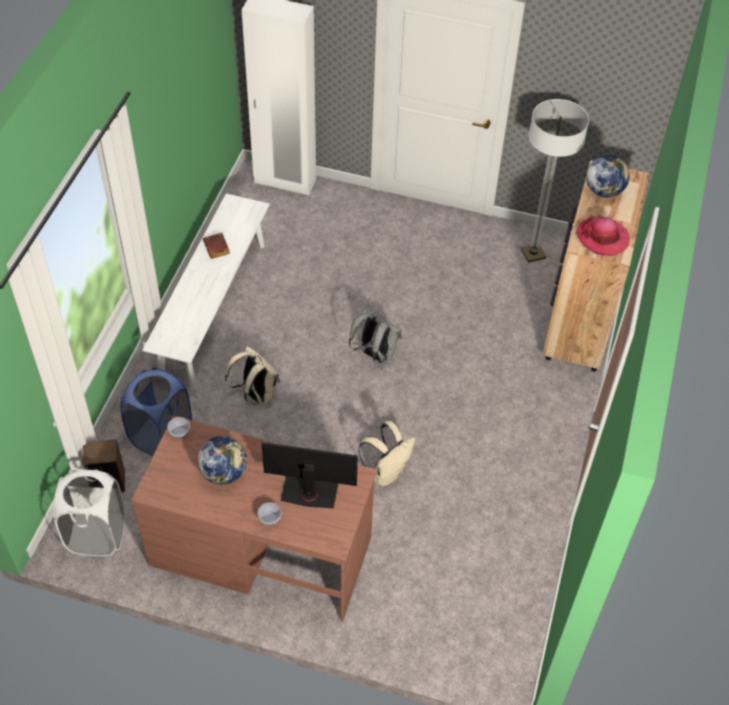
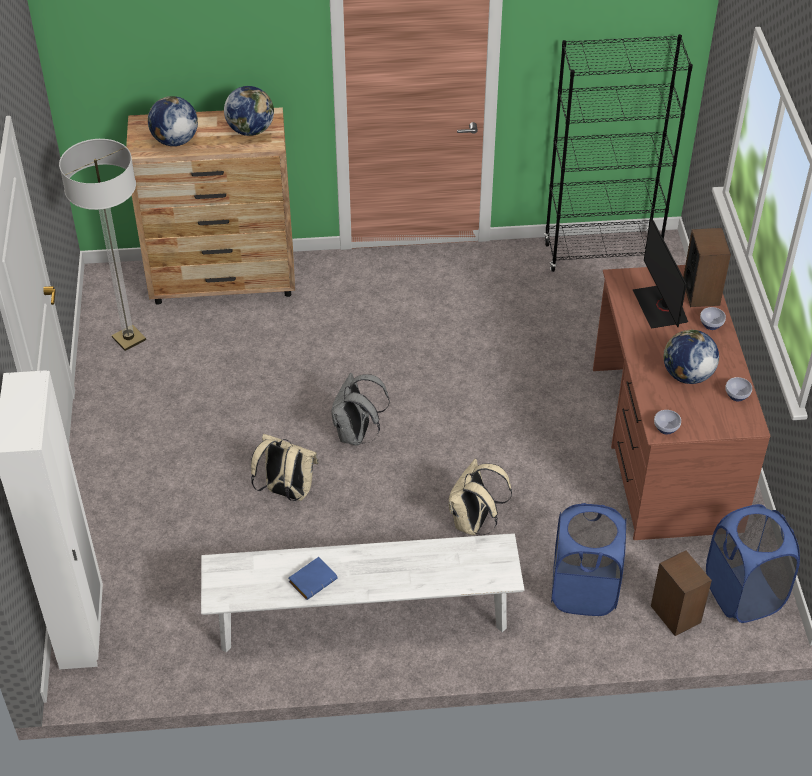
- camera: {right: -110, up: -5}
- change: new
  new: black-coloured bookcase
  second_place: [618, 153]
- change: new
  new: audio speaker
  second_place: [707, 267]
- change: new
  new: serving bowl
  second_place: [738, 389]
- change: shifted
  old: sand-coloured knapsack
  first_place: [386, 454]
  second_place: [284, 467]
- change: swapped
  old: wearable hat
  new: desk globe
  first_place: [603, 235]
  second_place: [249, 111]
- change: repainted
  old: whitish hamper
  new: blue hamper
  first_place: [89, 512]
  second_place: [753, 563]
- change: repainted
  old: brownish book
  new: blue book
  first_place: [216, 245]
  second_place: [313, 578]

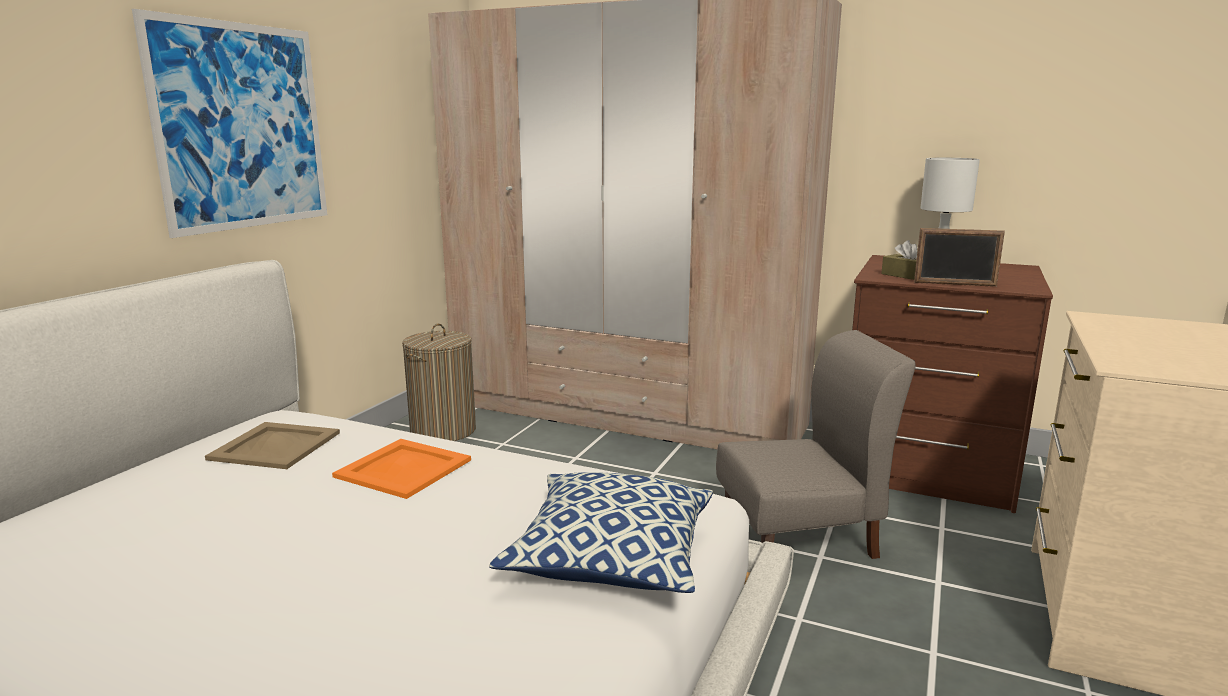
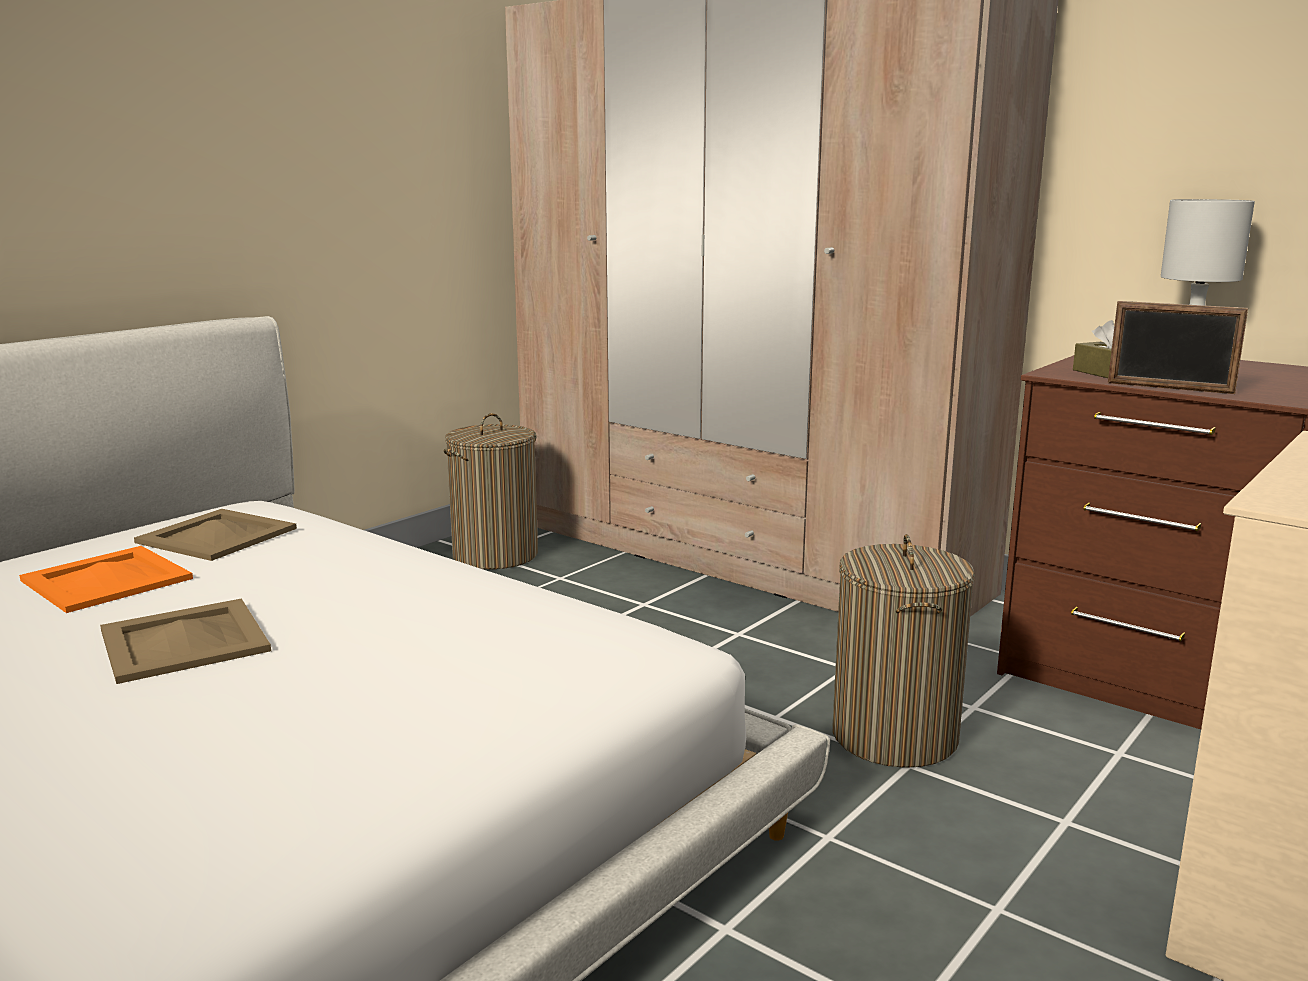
- camera: {right: 15, up: 0}
- change: gone
  old: picture
  first_place: [229, 123]
- change: gone
  old: pillow
  first_place: [601, 532]
- change: new
  new: sand-coloured serving tray
  second_place: [185, 641]
- change: shifted
  old: orange serving tray
  first_place: [401, 469]
  second_place: [106, 579]
- change: swapped
  old: gray plain chair
  new: hamper
  first_place: [816, 444]
  second_place: [903, 651]

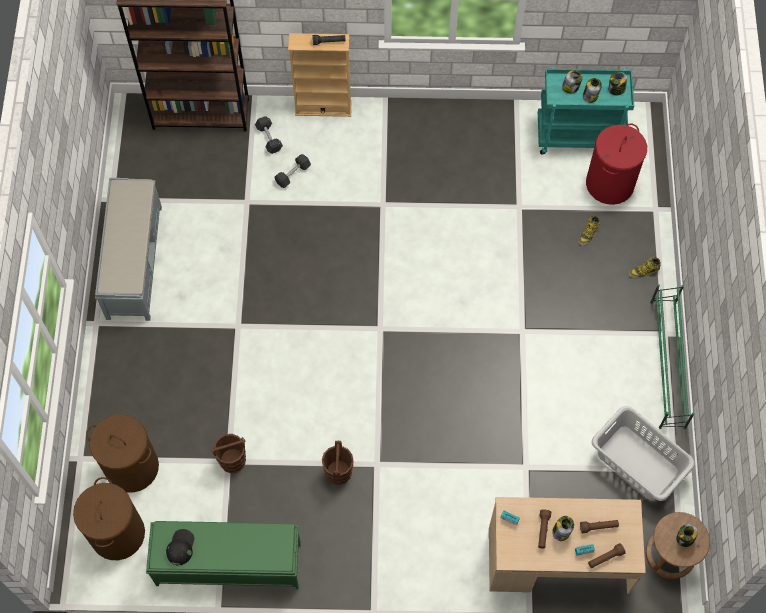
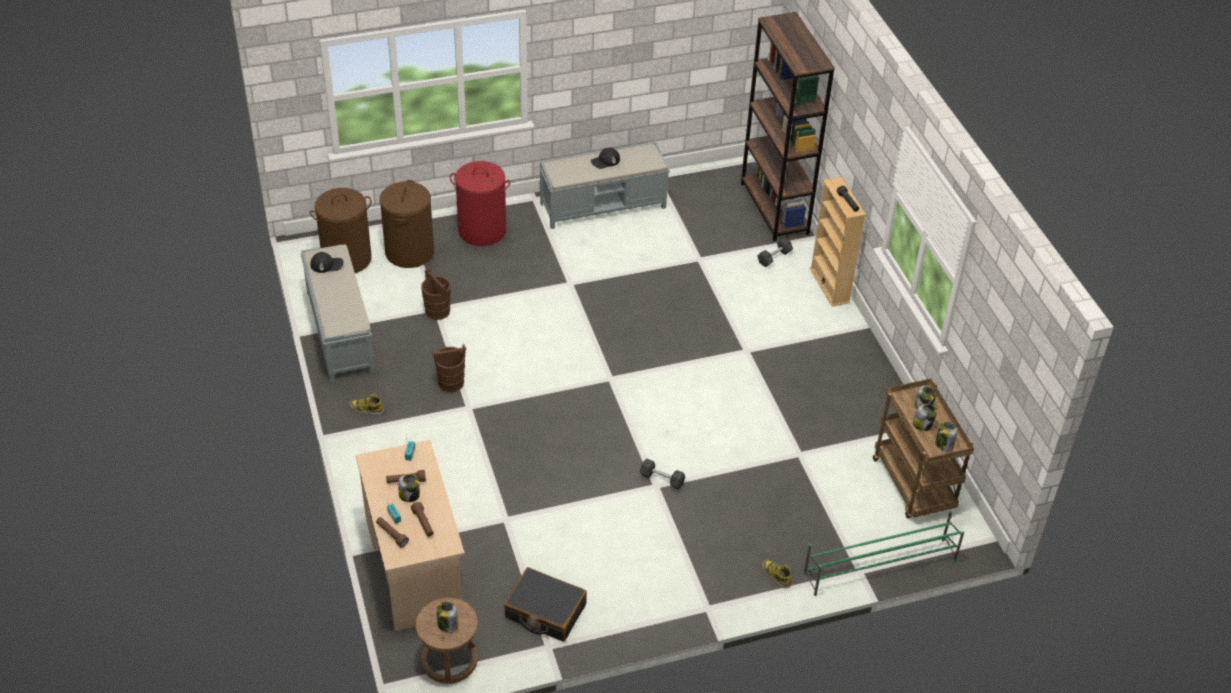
- camera: {right: 70, up: -20}
- change: new
  new: black-coloured peaked cap
  second_place: [605, 158]
- change: shifted
  old: black-coloured dumbbell
  first_place: [292, 171]
  second_place: [662, 474]
- change: shifted
  old: tall boot
  first_place: [589, 231]
  second_place: [366, 404]
- change: shifted
  old: reddish hamper
  first_place: [616, 164]
  second_place: [480, 203]
- change: shifted
  old: green-coloured shoe shelf
  first_place: [672, 356]
  second_place: [883, 553]
- change: swapped
  old: gray hamper
  new: black-coloured travel case
  first_place: [643, 453]
  second_place: [545, 604]
- change: repainted
  old: green-coloured indoor bench
  new: gray indoor bench
  first_place: [223, 555]
  second_place: [337, 313]
- change: repainted
  old: turquoise-coloured cart
  new: brownish cart
  first_place: [586, 110]
  second_place: [923, 448]

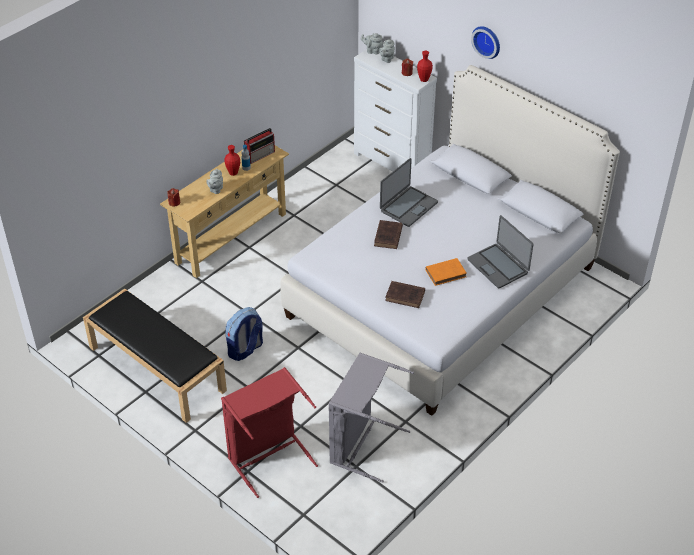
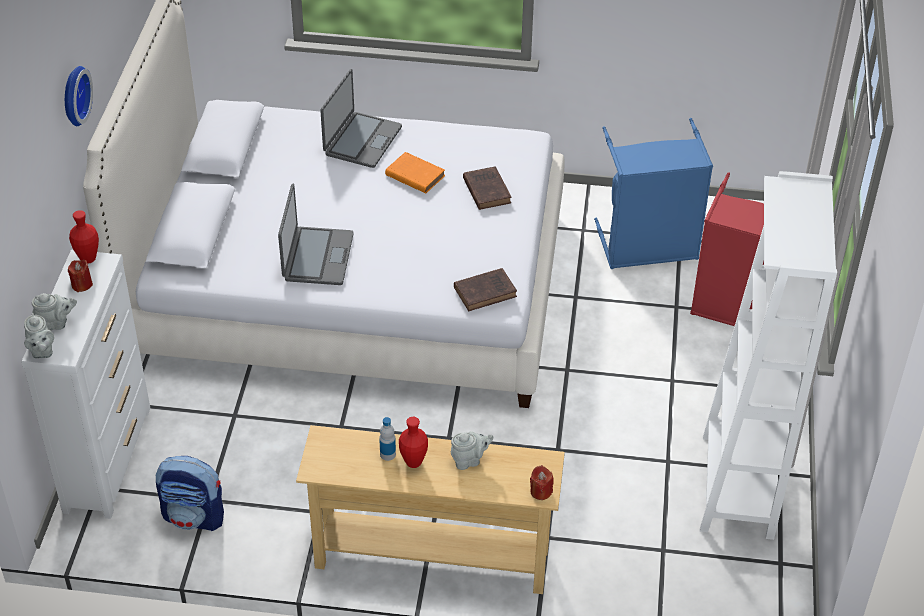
- camera: {right: -125, up: 0}
- change: gone
  old: radio set
  first_place: [259, 146]
- change: shifted
  old: knapsack
  first_place: [244, 334]
  second_place: [190, 493]
- change: shifted
  old: brownish book
  first_place: [388, 234]
  second_place: [485, 289]
- change: swapped
  old: black-coloured indoor bench
  new: whitish bookcase
  first_place: [155, 355]
  second_place: [768, 355]
- change: repainted
  old: gray hamper
  new: blue hamper
  first_place: [371, 417]
  second_place: [653, 193]
- change: rotated
  old: laptop
  first_place: [409, 192]
  second_place: [316, 234]
  degrees: 90

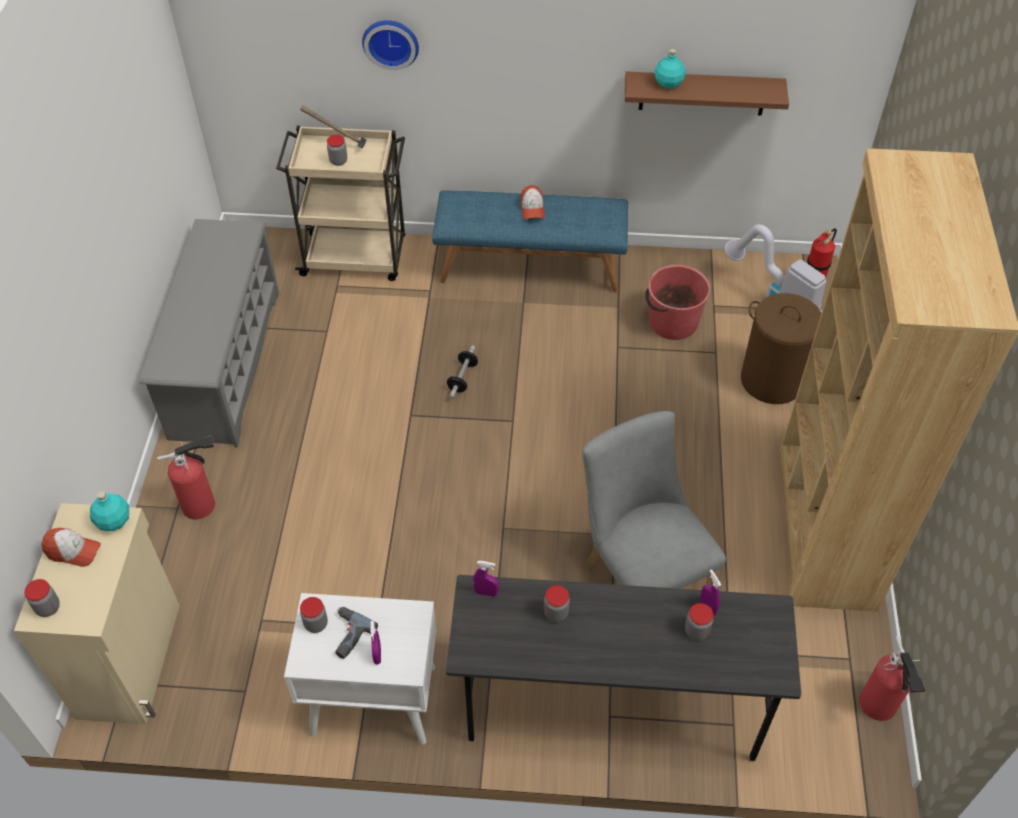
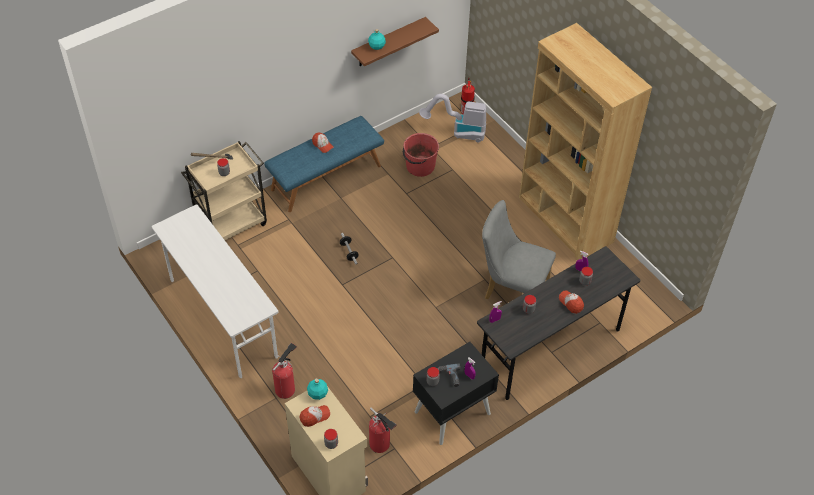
- camera: {right: -40, up: 0}
- change: gone
  old: wall clock
  first_place: [390, 45]
- change: gone
  old: brownish hamper
  first_place: [781, 348]
- change: new
  new: peaked cap
  second_place: [571, 302]
- change: shifted
  old: fire-fighting cylinder
  first_place: [892, 678]
  second_place: [383, 430]
- change: swapped
  old: gray shoe shelf
  new: whitish desk table
  first_place: [209, 333]
  second_place: [215, 291]
- change: repainted
  old: whitish nightstand
  new: black-coloured nightstand
  first_place: [360, 669]
  second_place: [456, 393]

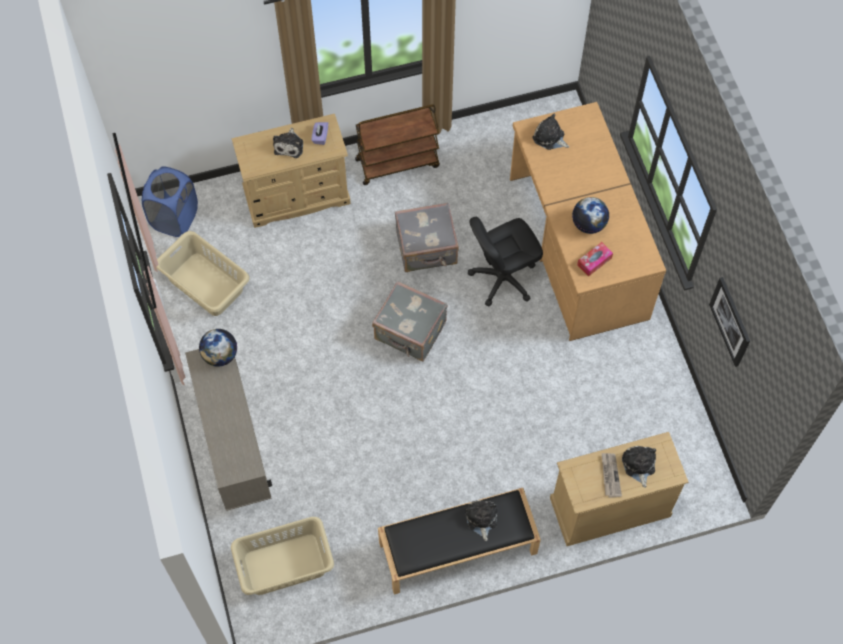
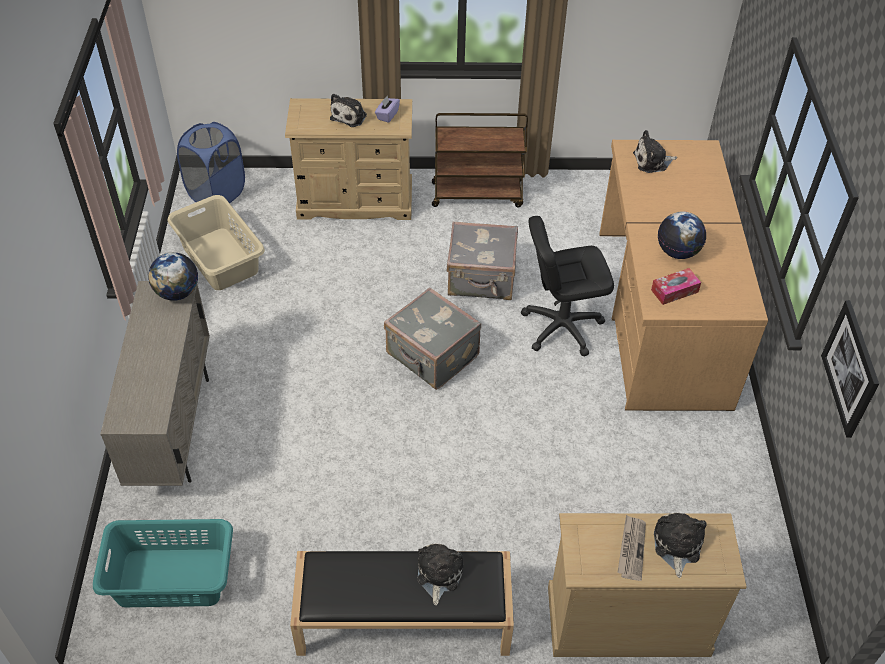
- camera: {right: 15, up: -15}
- change: repainted
  old: sand-coloured hamper
  new: turquoise-coloured hamper
  first_place: [282, 556]
  second_place: [163, 563]
- change: rotated
  old: cuddly toy
  first_place: [551, 132]
  second_place: [655, 151]
  degrees: -60

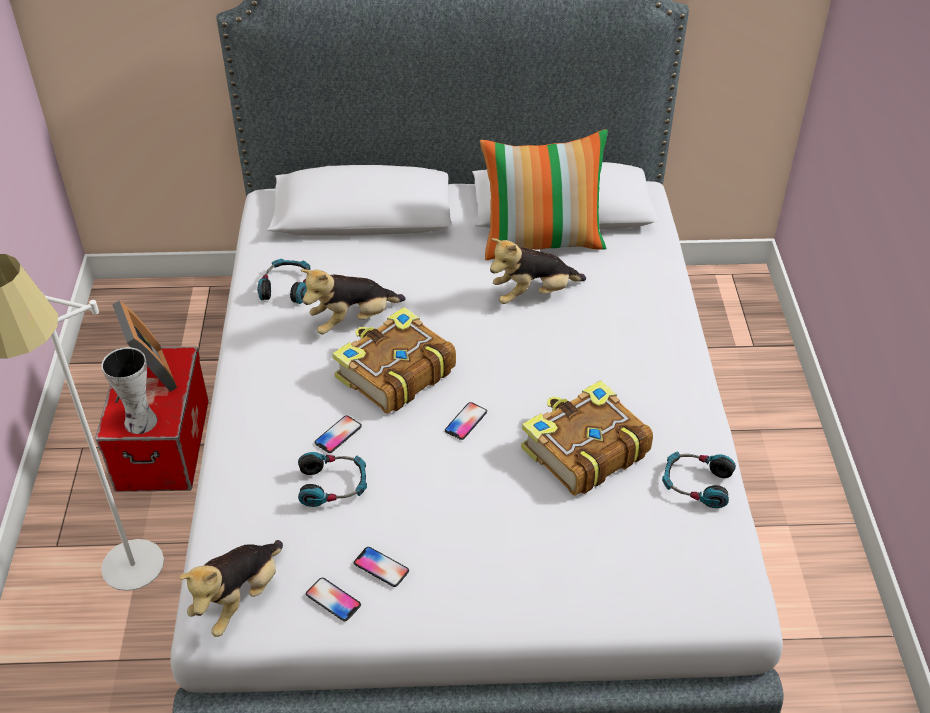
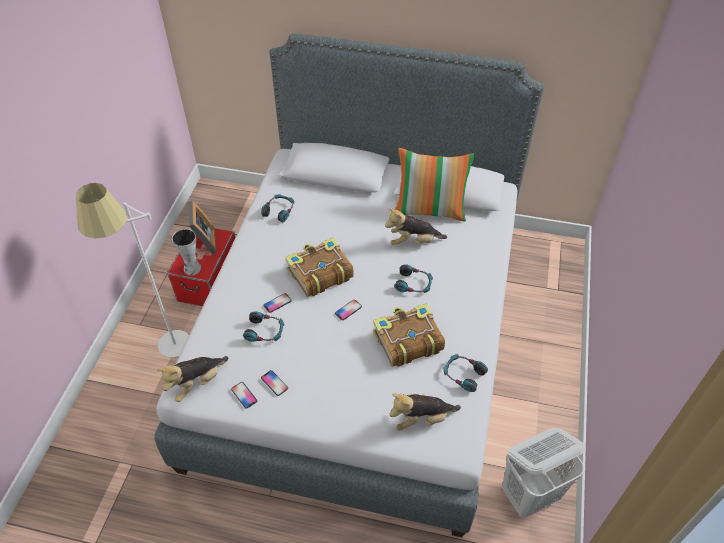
- camera: {right: 15, up: 5}
- change: new
  new: headset
  second_place: [413, 278]
- change: new
  new: whitish hamper
  second_place: [543, 473]
- change: shifted
  old: cuddly toy
  first_place: [353, 301]
  second_place: [425, 412]

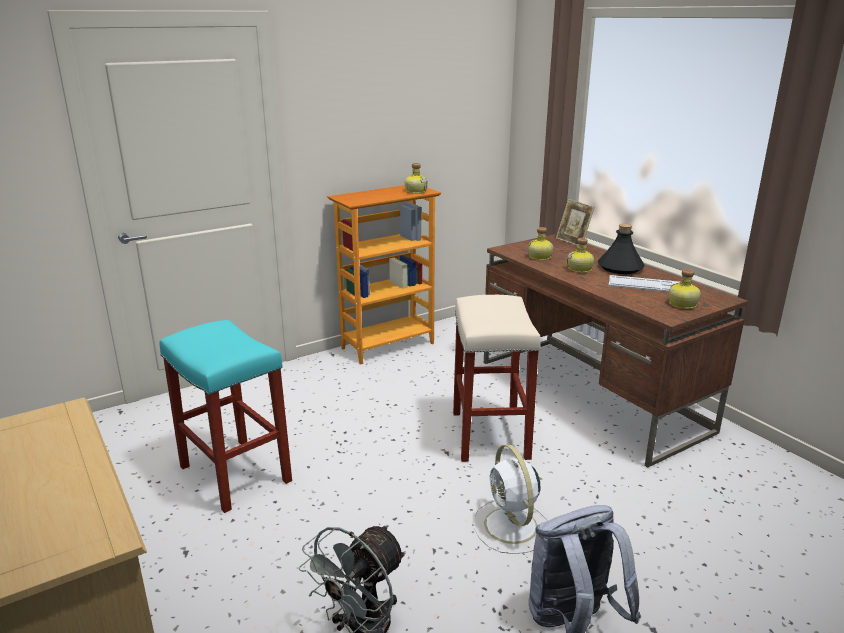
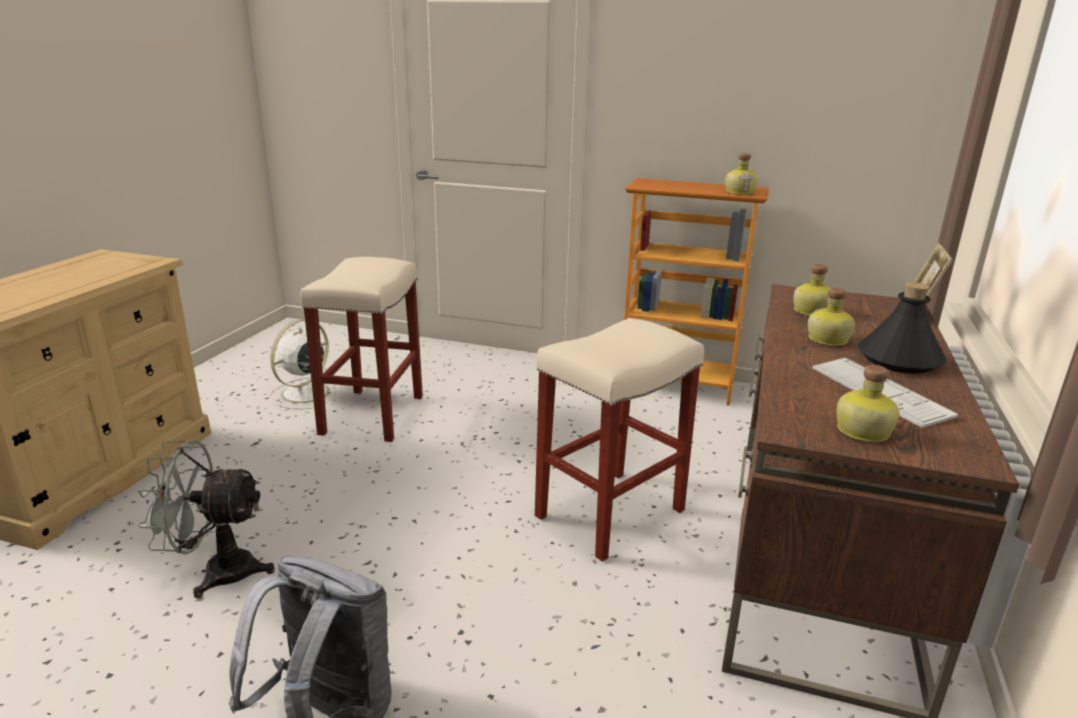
- camera: {right: 50, up: 0}
- change: shifted
  old: whitish electric fan
  first_place: [510, 499]
  second_place: [302, 364]
- change: repainted
  old: turquoise-coloured sitting stool
  new: sand-coloured sitting stool
  first_place: [226, 416]
  second_place: [361, 349]

